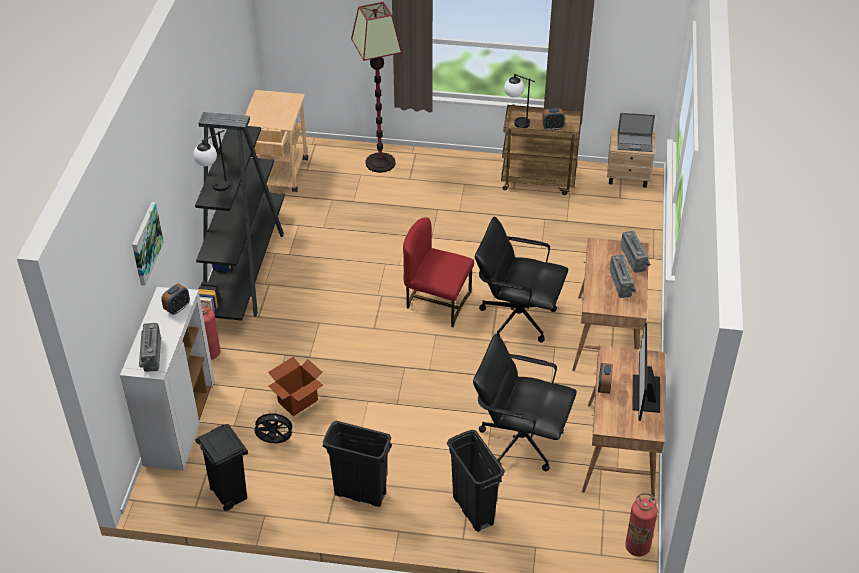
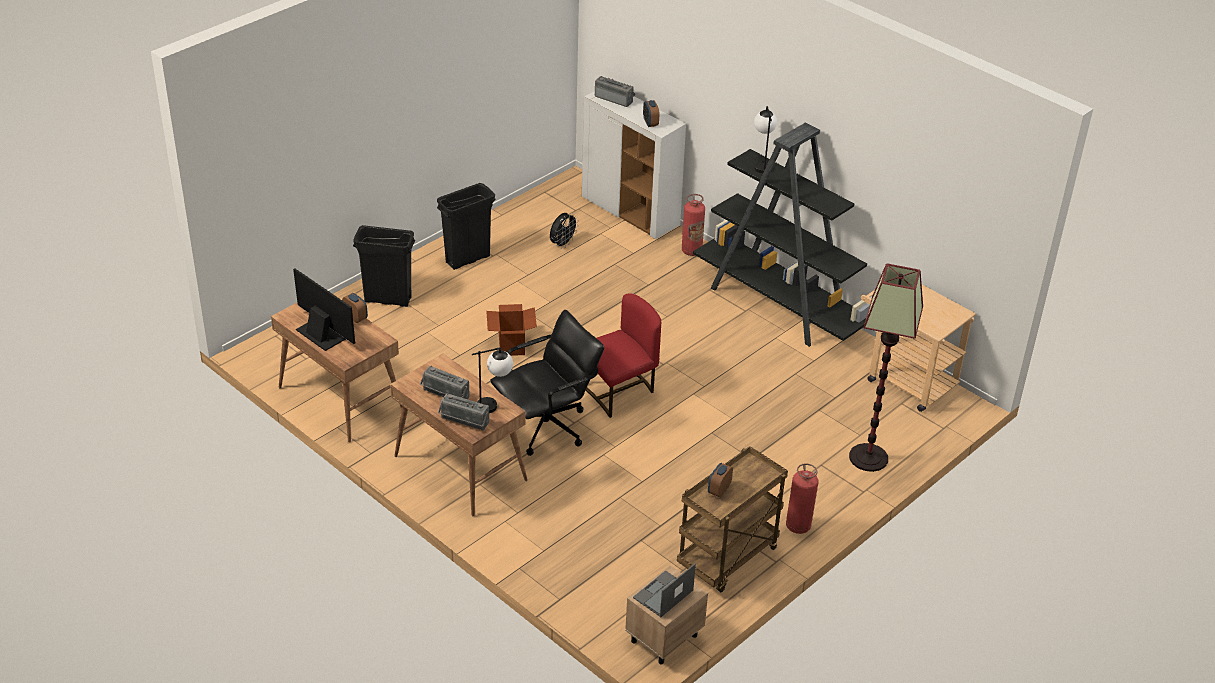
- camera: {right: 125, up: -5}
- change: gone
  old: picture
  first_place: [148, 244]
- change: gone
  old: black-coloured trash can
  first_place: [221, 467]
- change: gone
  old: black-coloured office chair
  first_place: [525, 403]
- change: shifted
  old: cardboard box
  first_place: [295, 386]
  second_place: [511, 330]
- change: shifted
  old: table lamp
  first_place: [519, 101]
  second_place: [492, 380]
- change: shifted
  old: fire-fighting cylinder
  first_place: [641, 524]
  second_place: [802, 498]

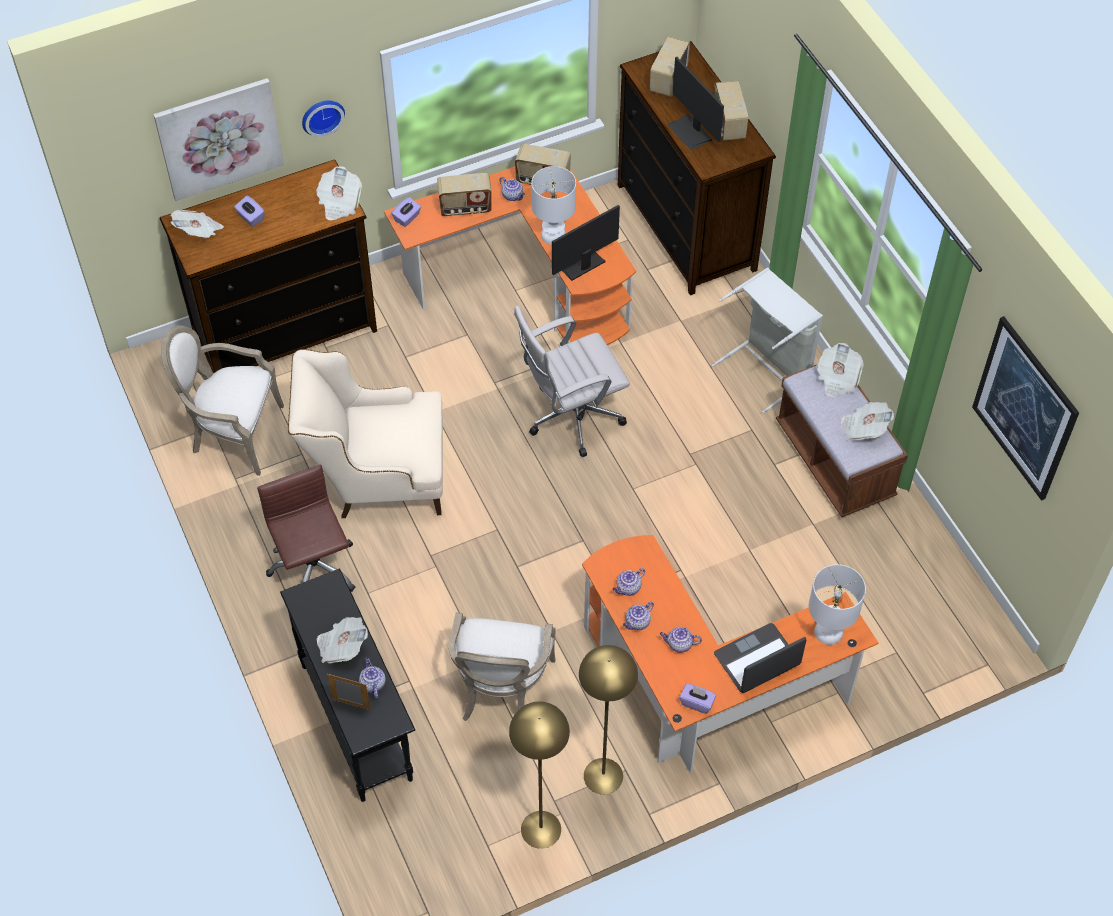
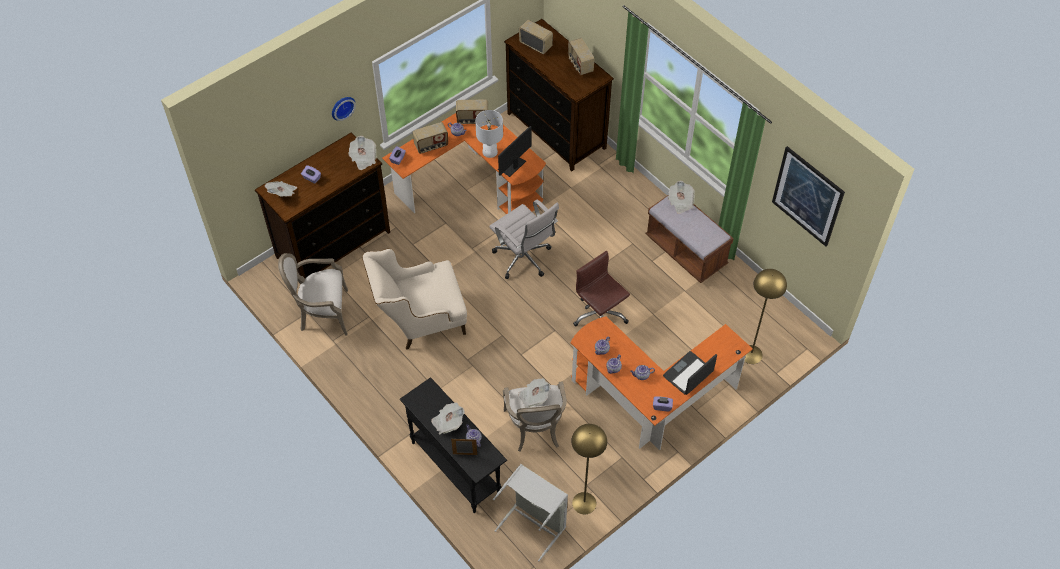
- camera: {right: -15, up: 0}
- change: gone
  old: picture
  first_place: [218, 139]
- change: gone
  old: computer screen
  first_place: [695, 103]
- change: gone
  old: whitish table lamp
  first_place: [837, 604]
- change: shifted
  old: brownish office chair
  first_place: [306, 528]
  second_place: [601, 288]
- change: shifted
  old: yellow-coloured standing lamp
  first_place: [608, 719]
  second_place: [765, 316]
- change: shifted
  old: gray hamper
  first_place: [767, 340]
  second_place: [530, 512]
- change: shifted
  old: daily paper
  first_place: [867, 421]
  second_place: [534, 392]
- change: rotated
  old: whitish office chair
  first_place: [572, 381]
  second_place: [524, 239]
  degrees: -90
- change: rotated
  old: radio set
  first_place: [670, 66]
  second_place: [536, 37]
  degrees: 120

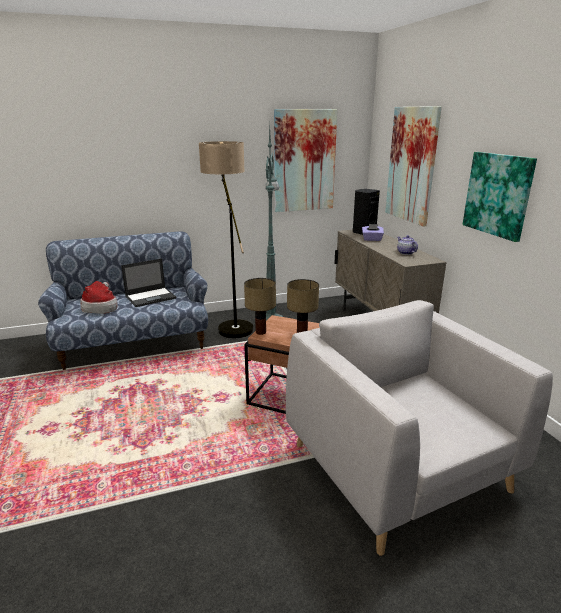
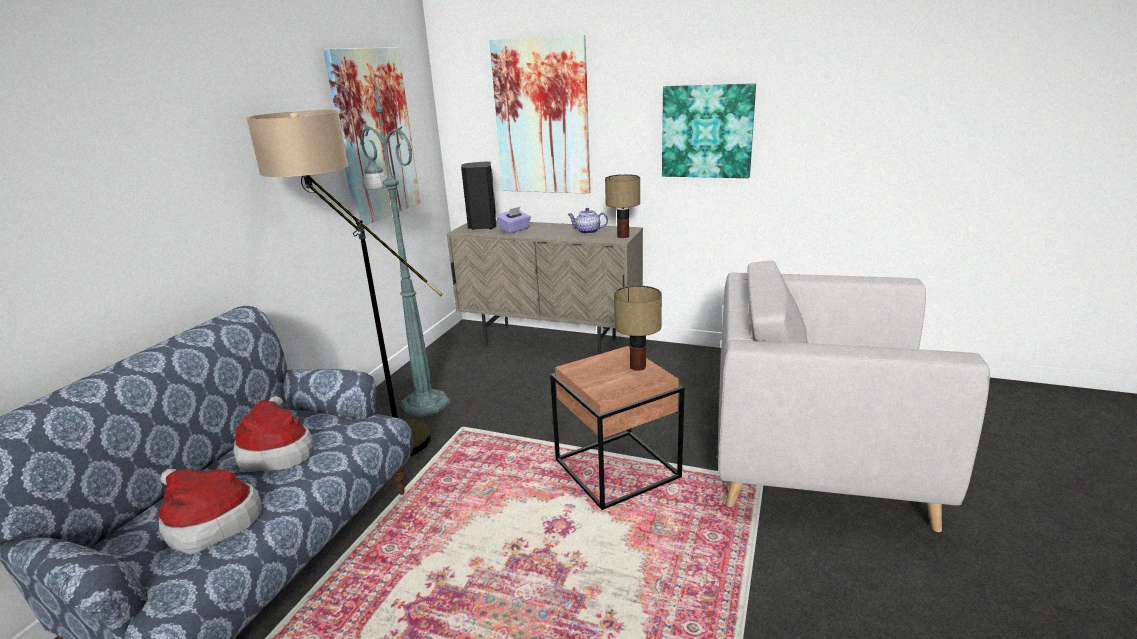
- camera: {right: -50, up: 0}
- change: shifted
  old: table lamp
  first_place: [260, 306]
  second_place: [622, 206]
- change: swapped
  old: laptop
  new: wearable hat
  first_place: [148, 282]
  second_place: [274, 434]

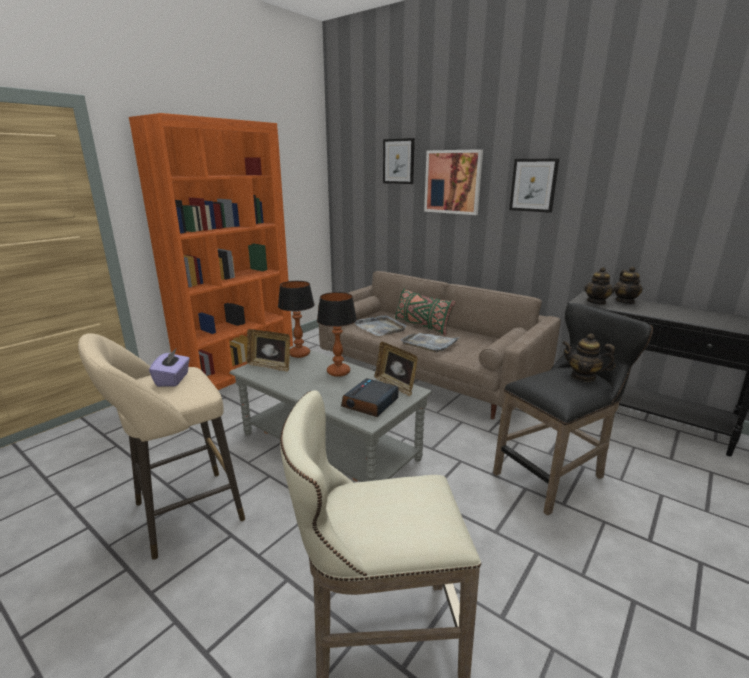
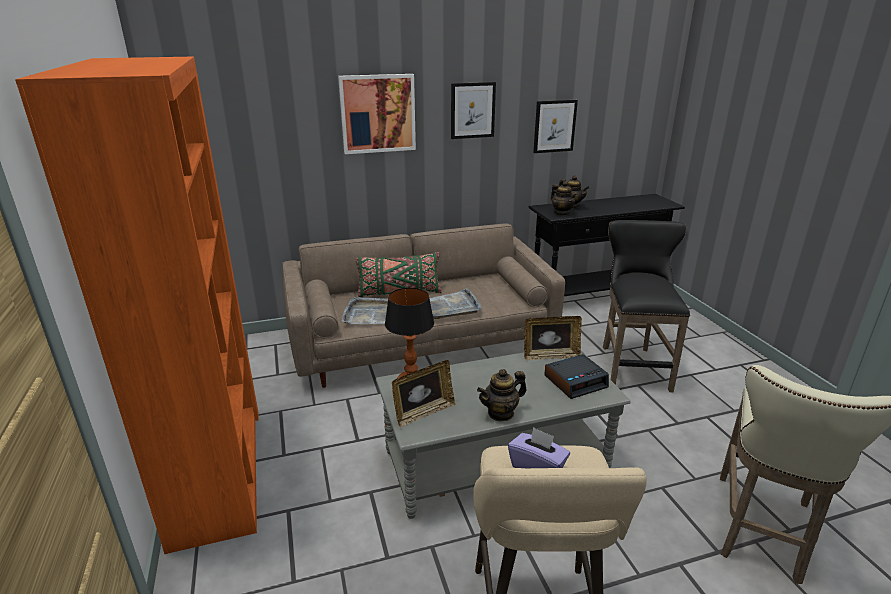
- camera: {right: -55, up: 5}
- change: gone
  old: table lamp
  first_place: [337, 334]
- change: shifted
  old: picture
  first_place: [399, 161]
  second_place: [555, 126]
- change: shifted
  old: teapot
  first_place: [588, 357]
  second_place: [502, 395]
- change: rotated
  old: table clock
  first_place: [369, 397]
  second_place: [576, 376]
  degrees: -90

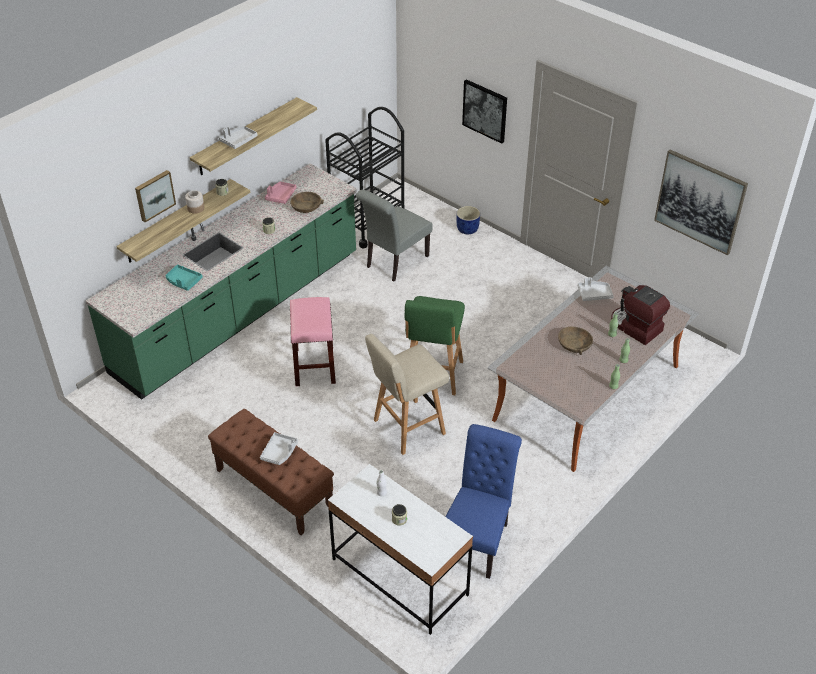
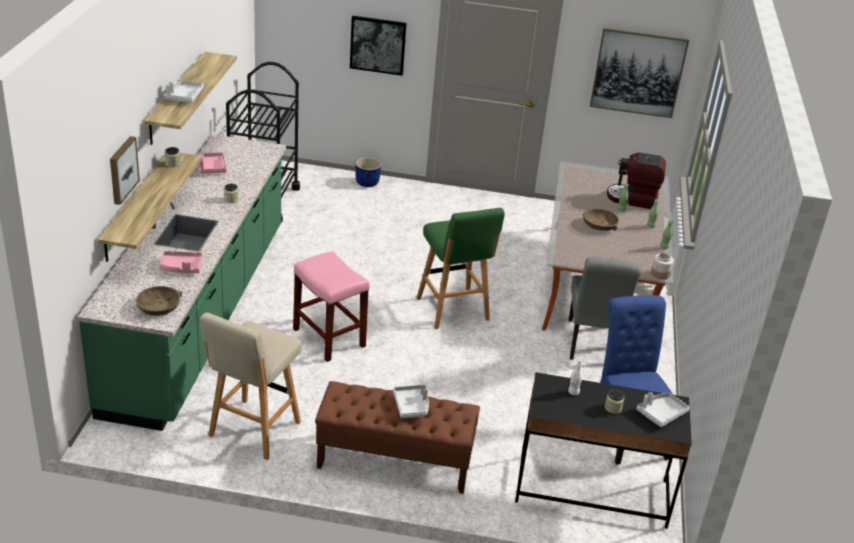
- camera: {right: -35, up: -10}
- change: shifted
  old: storage jar
  first_place: [194, 202]
  second_place: [662, 266]
- change: shifted
  old: brownish serving bowl
  first_place: [307, 202]
  second_place: [159, 301]
- change: shifted
  old: gray plain chair
  first_place: [394, 236]
  second_place: [605, 308]
- change: shifted
  old: sand-coloured sitting stool
  first_place: [407, 394]
  second_place: [251, 386]
- change: shifted
  old: gray serving tray
  first_place: [595, 289]
  second_place: [663, 409]
- change: repainted
  old: turquoise-coloured serving tray
  new: pink-coloured serving tray
  first_place: [184, 278]
  second_place: [181, 262]
- change: repainted
  old: whitish desk table
  new: black-coloured desk table
  first_place: [400, 549]
  second_place: [603, 450]

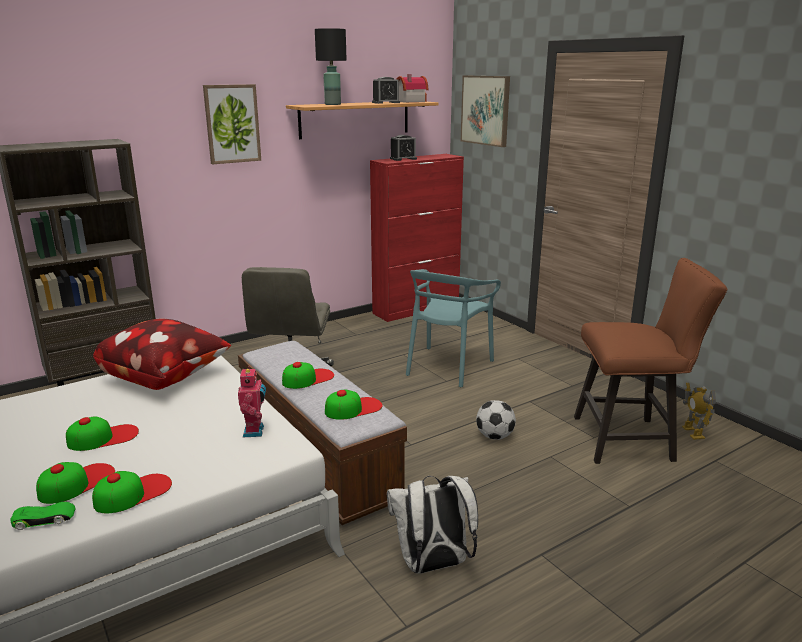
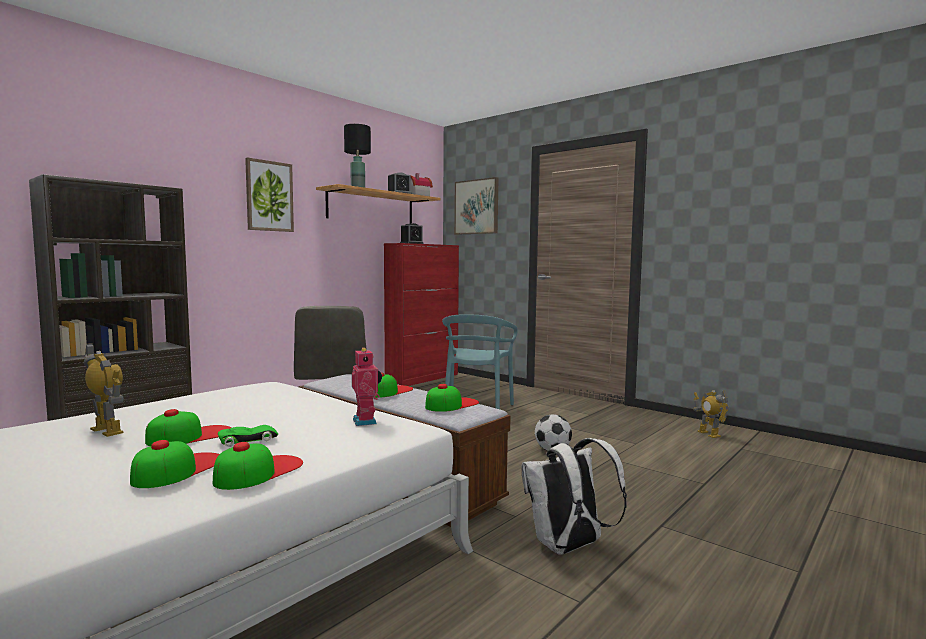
- camera: {right: -15, up: -15}
- change: gone
  old: pillow
  first_place: [162, 354]
- change: gone
  old: brownish plain chair
  first_place: [650, 361]
- change: new
  new: model robot
  second_place: [104, 390]
- change: shifted
  old: green-coloured model car
  first_place: [43, 515]
  second_place: [248, 436]

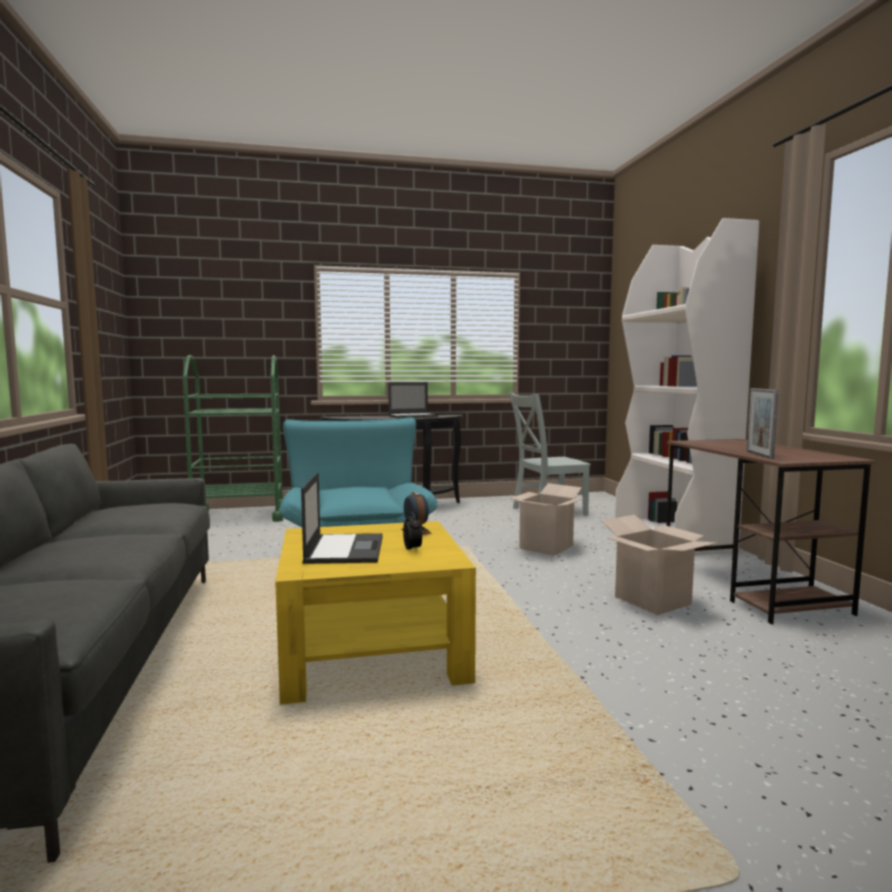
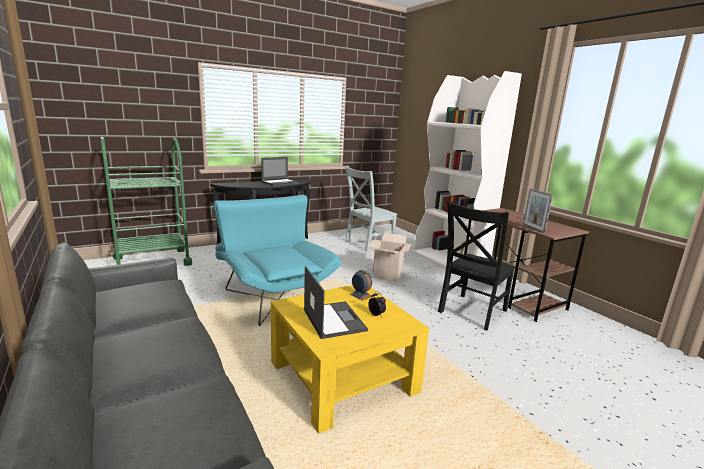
- camera: {right: -20, up: 10}
- change: swapped
  old: cardboard box
  new: black-coloured plain chair
  first_place: [660, 565]
  second_place: [477, 266]

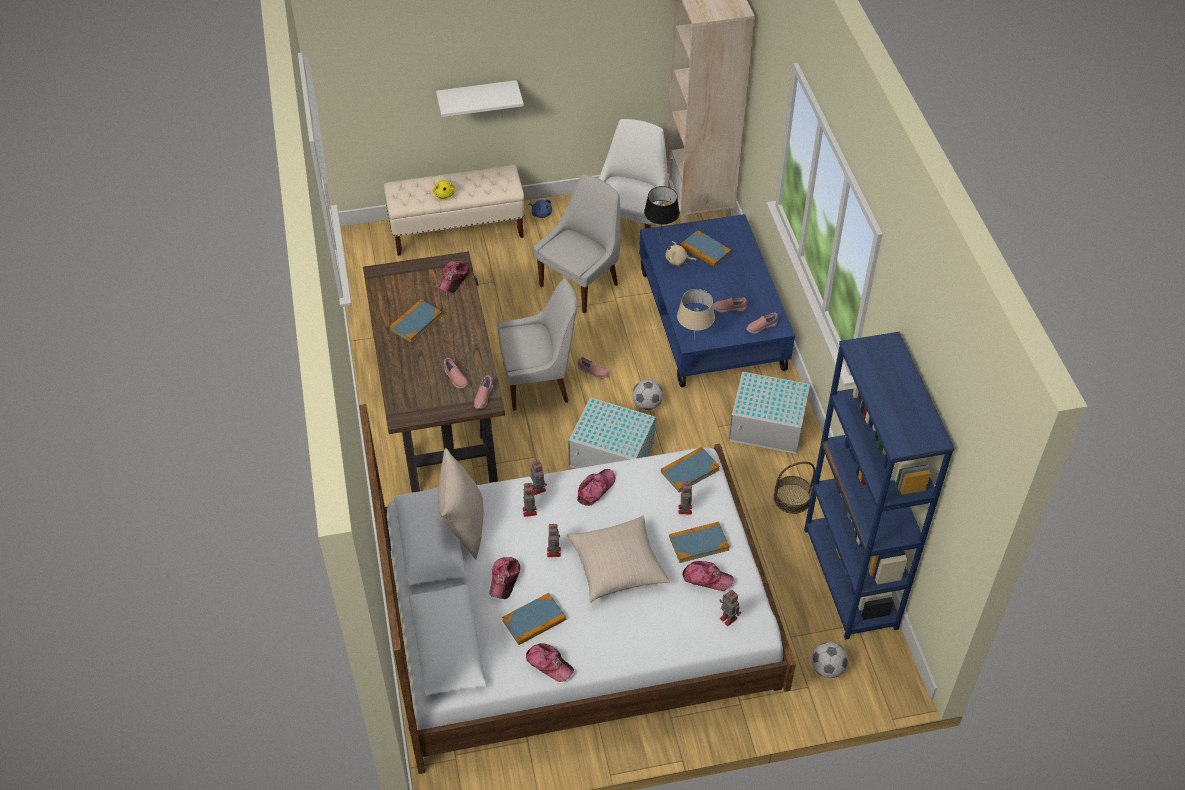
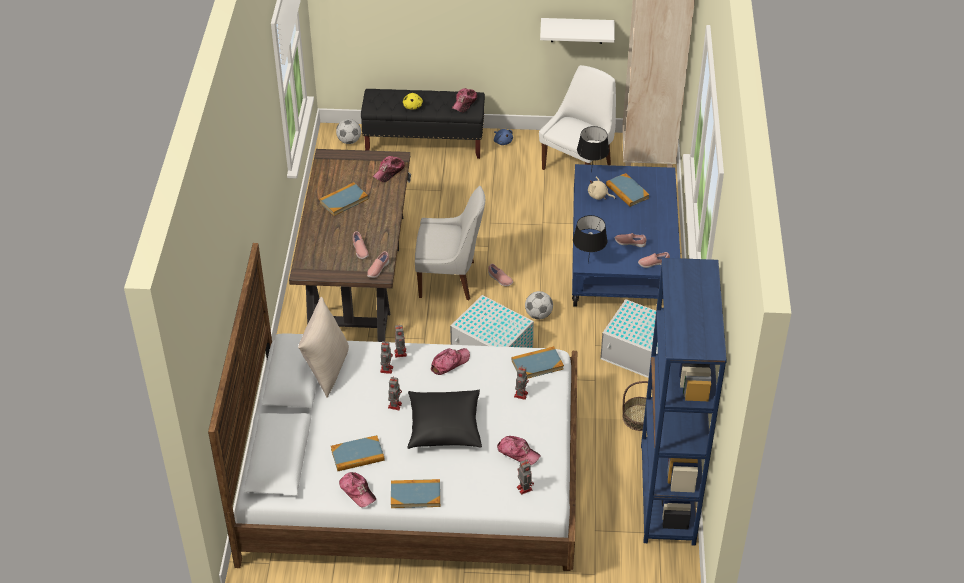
- camera: {right: 15, up: -5}
- change: gone
  old: whitish plain chair
  first_place: [577, 244]
- change: shifted
  old: whitish shelf
  first_place: [480, 98]
  second_place: [577, 31]
- change: shifted
  old: peaked cap
  first_place: [504, 578]
  second_place: [464, 100]
- change: shifted
  old: book
  first_place: [699, 542]
  second_place: [415, 493]
- change: shifted
  old: ball for football
  first_place: [830, 660]
  second_place: [348, 131]
- change: repainted
  old: sand-coloured indoor bench
  new: black-coloured indoor bench
  first_place: [454, 210]
  second_place: [423, 124]
- change: repainted
  old: sand-coloured pillow
  new: black-coloured pillow
  first_place: [618, 558]
  second_place: [444, 419]
- change: repainted
  old: sand-coloured table lamp
  new: black-coloured table lamp
  first_place: [696, 314]
  second_place: [590, 239]

